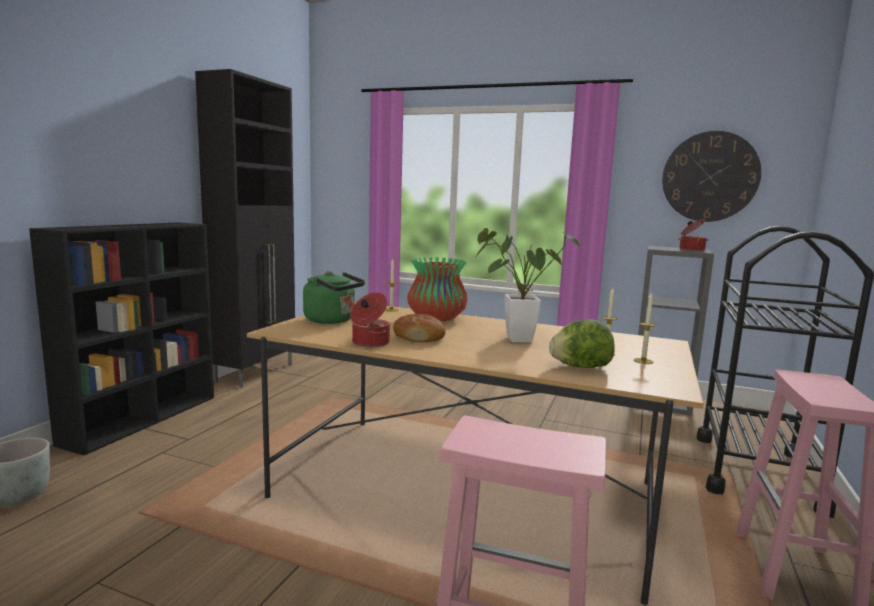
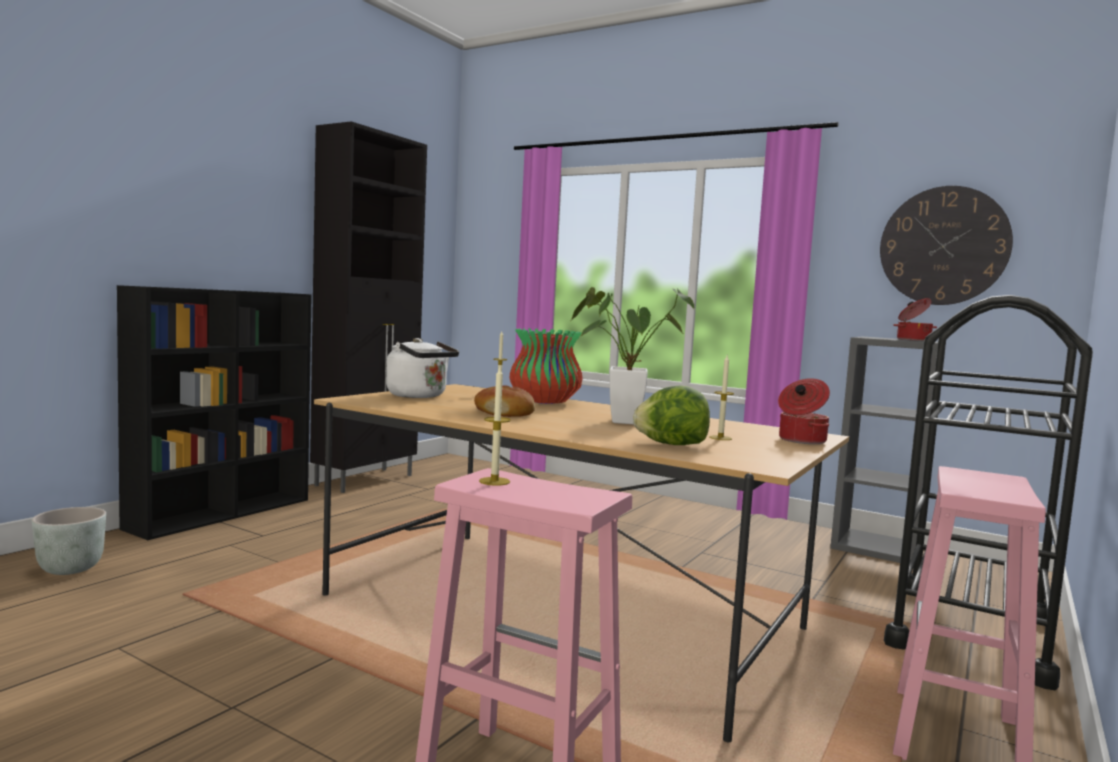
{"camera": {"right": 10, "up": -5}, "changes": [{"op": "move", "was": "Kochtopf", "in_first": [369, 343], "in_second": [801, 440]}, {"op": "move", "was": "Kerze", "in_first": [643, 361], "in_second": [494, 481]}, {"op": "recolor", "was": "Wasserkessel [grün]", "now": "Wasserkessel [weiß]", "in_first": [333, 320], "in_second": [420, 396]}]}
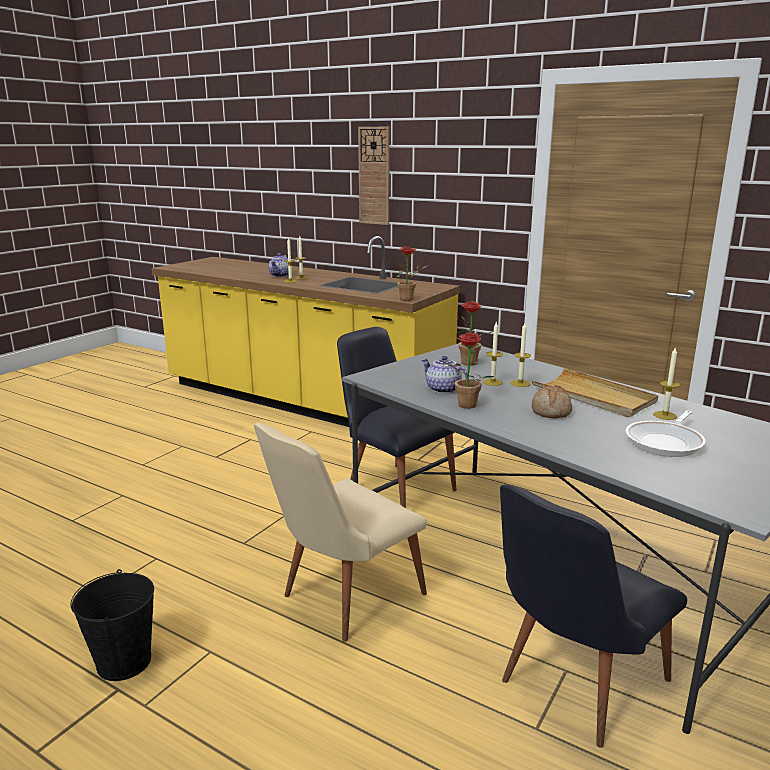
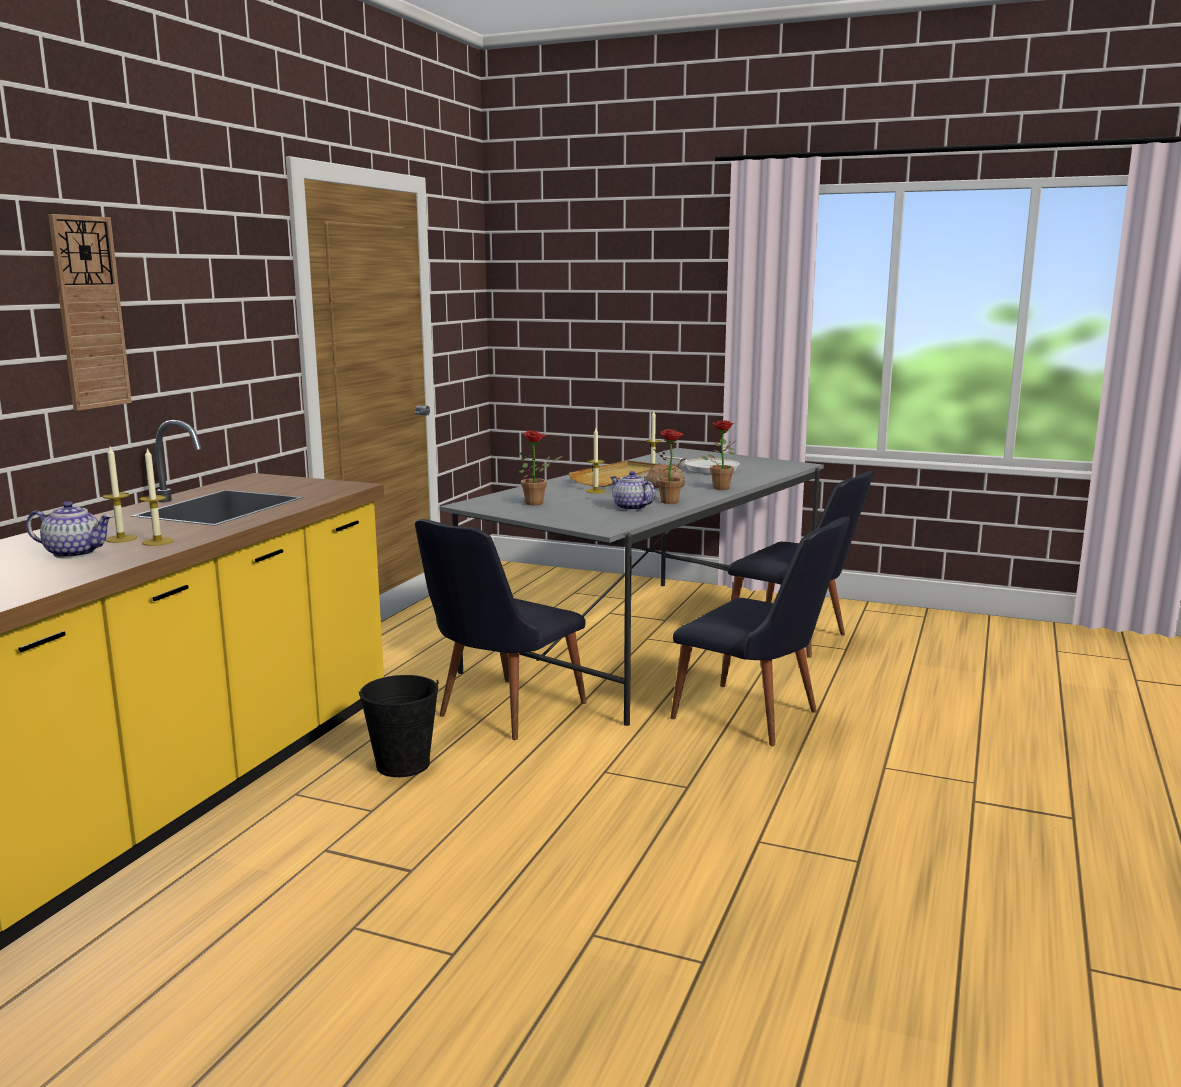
{"camera": {"right": -100, "up": -5}, "changes": [{"op": "delete", "was": "Kerze", "in_first": [492, 382]}, {"op": "move", "was": "Eimer [schwarz]", "in_first": [124, 661], "in_second": [402, 764]}, {"op": "move", "was": "Topfpflanze", "in_first": [409, 299], "in_second": [719, 487]}, {"op": "recolor", "was": "Stuhl [beige]", "now": "Stuhl [schwarz]", "in_first": [341, 599], "in_second": [757, 718]}, {"op": "rotate", "was": "Teekanne", "in_first": [442, 389], "in_second": [630, 508], "clockwise": 105}]}
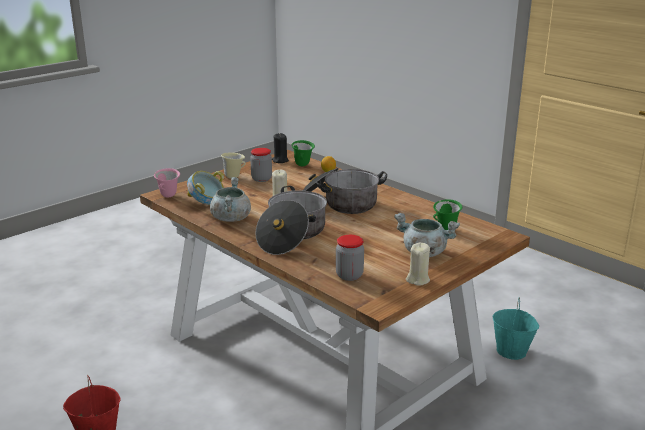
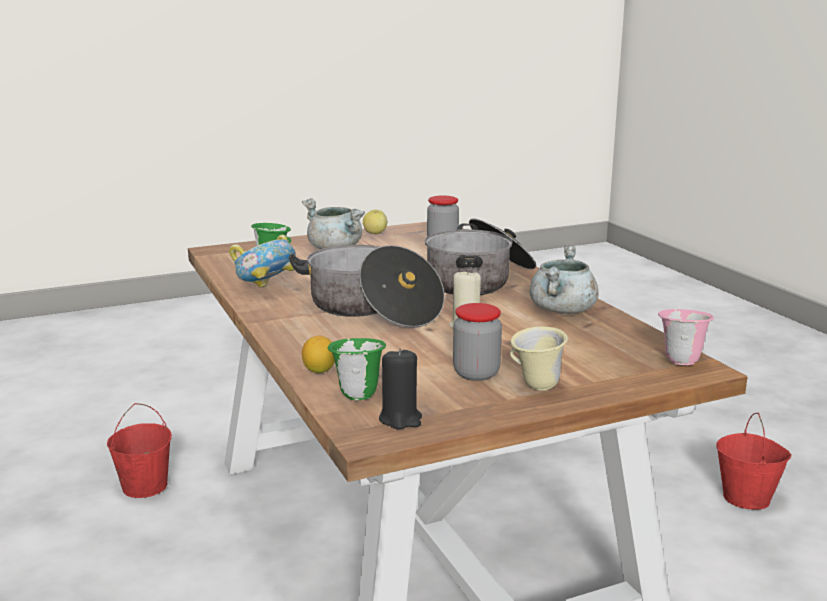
{"camera": {"right": -160, "up": -5}, "changes": [{"op": "move", "was": "Schüssel", "in_first": [207, 204], "in_second": [266, 288]}, {"op": "replace", "was": "Kerze [beige]", "now": "Apfel", "in_first": [418, 280], "in_second": [375, 233]}, {"op": "recolor", "was": "Eimer [türkis]", "now": "Eimer [rot]", "in_first": [512, 351], "in_second": [144, 486]}]}
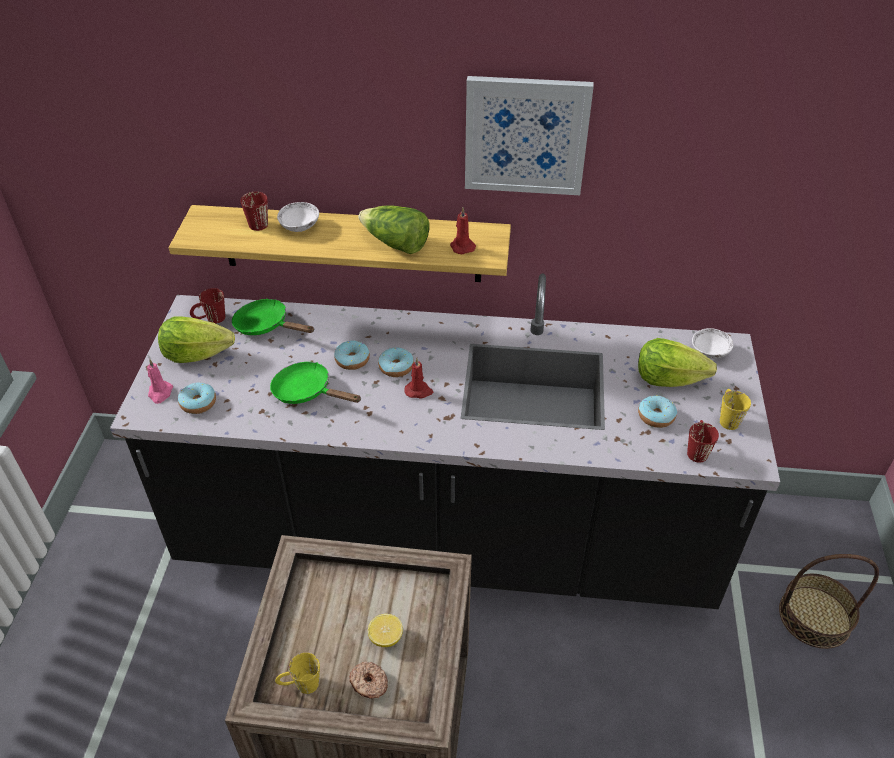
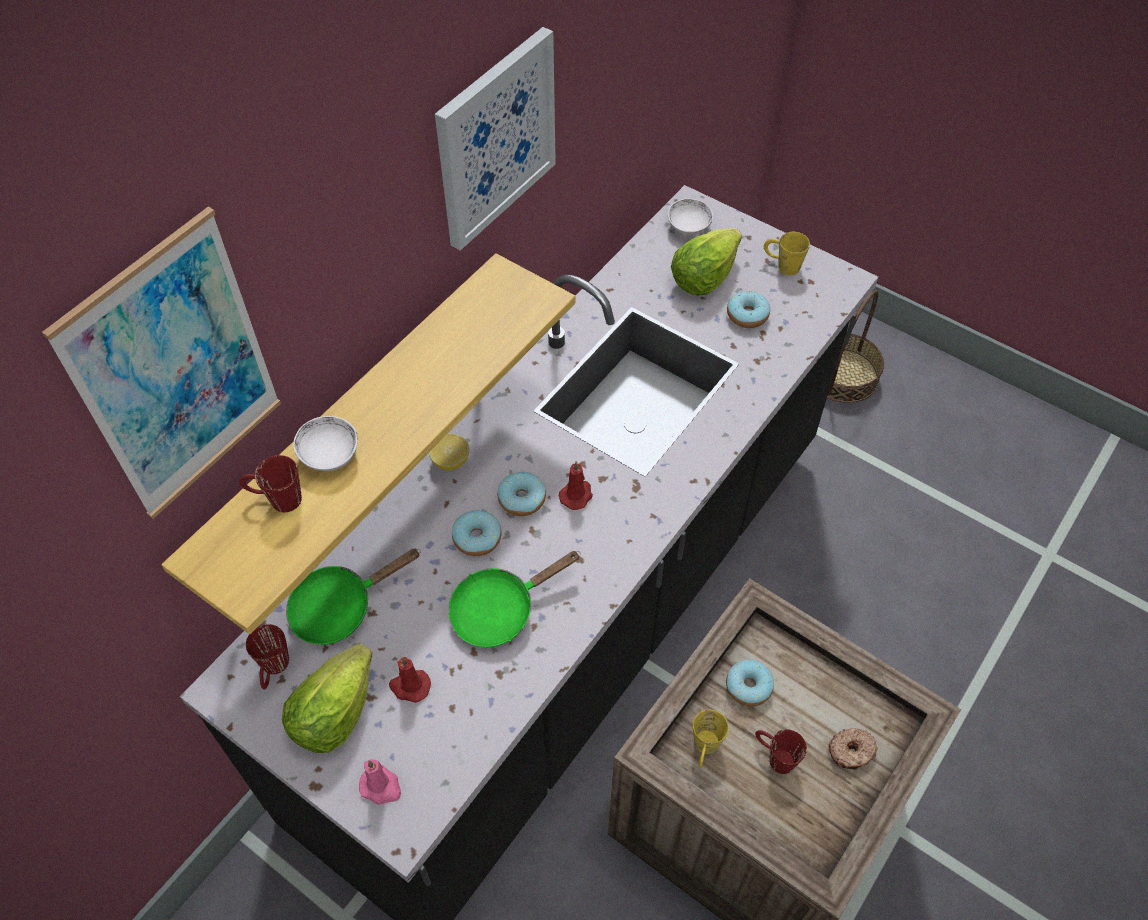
{"camera": {"right": -60, "up": 10}, "changes": [{"op": "delete", "was": "Salatkopf", "in_first": [396, 244]}, {"op": "insert", "now": "Bild", "in_second": [176, 371]}, {"op": "move", "was": "Donut", "in_first": [198, 403], "in_second": [748, 687]}, {"op": "move", "was": "Henkelbecher [gelb]", "in_first": [300, 685], "in_second": [704, 750]}, {"op": "move", "was": "Zitrone", "in_first": [386, 637], "in_second": [450, 460]}, {"op": "move", "was": "Kerze [rot]", "in_first": [461, 246], "in_second": [409, 686]}, {"op": "move", "was": "Henkelbecher [rot]", "in_first": [696, 449], "in_second": [774, 756]}]}
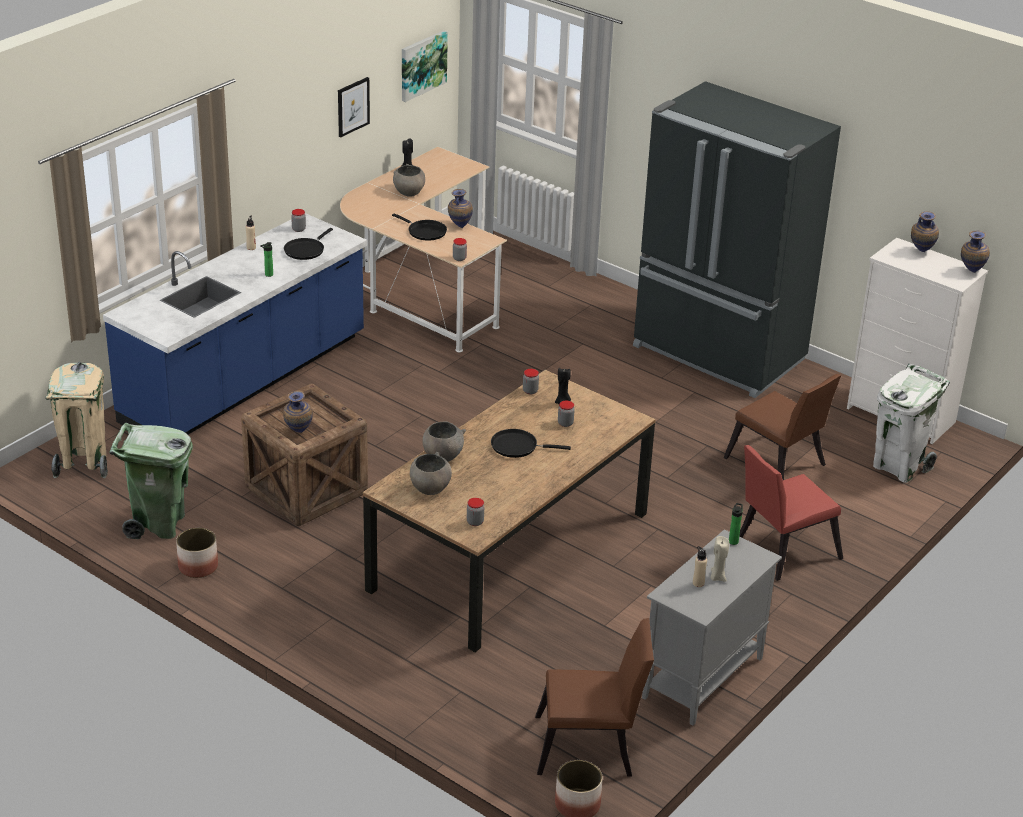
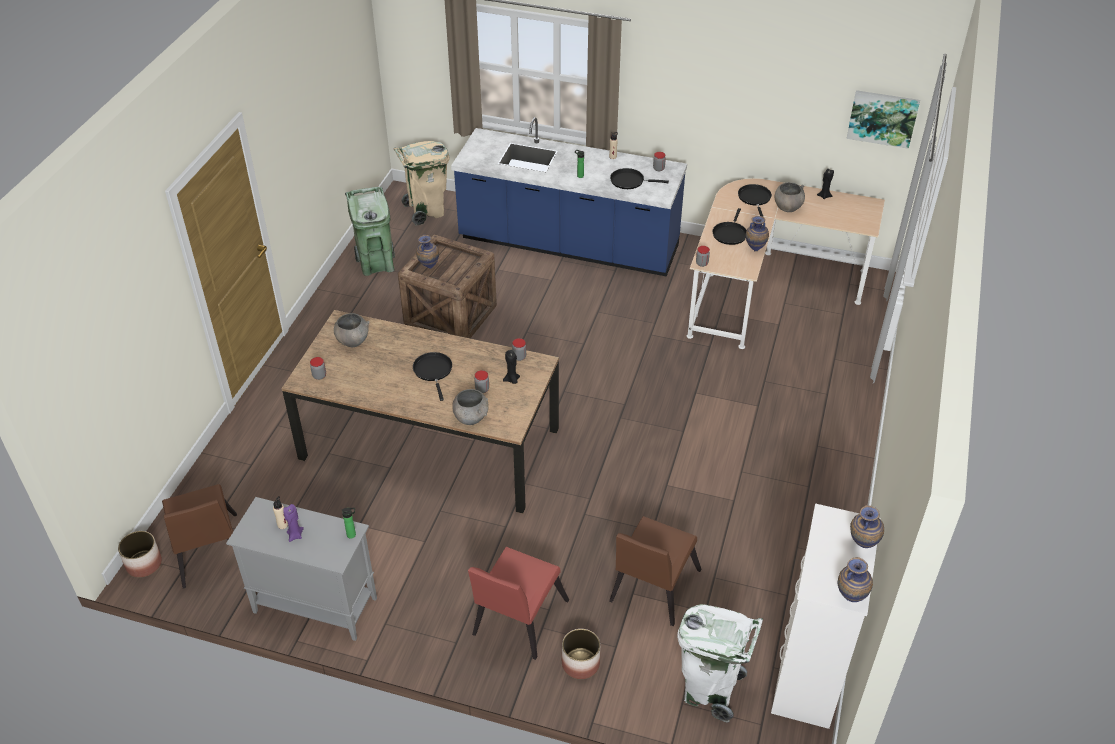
{"camera": {"right": 70, "up": 10}, "changes": [{"op": "delete", "was": "Bild", "in_first": [353, 106]}, {"op": "delete", "was": "Kühlschrank [schwarz]", "in_first": [717, 354]}, {"op": "insert", "now": "Pfanne [schwarz]", "in_second": [755, 199]}, {"op": "move", "was": "Pflanzkübel", "in_first": [198, 566], "in_second": [580, 663]}, {"op": "move", "was": "Schüssel [grau]", "in_first": [442, 456], "in_second": [471, 418]}, {"op": "recolor", "was": "Kerze [beige]", "now": "Kerze [lila]", "in_first": [717, 577], "in_second": [295, 535]}, {"op": "rotate", "was": "Stuhl [rot]", "in_first": [781, 551], "in_second": [516, 621], "clockwise": -105}]}
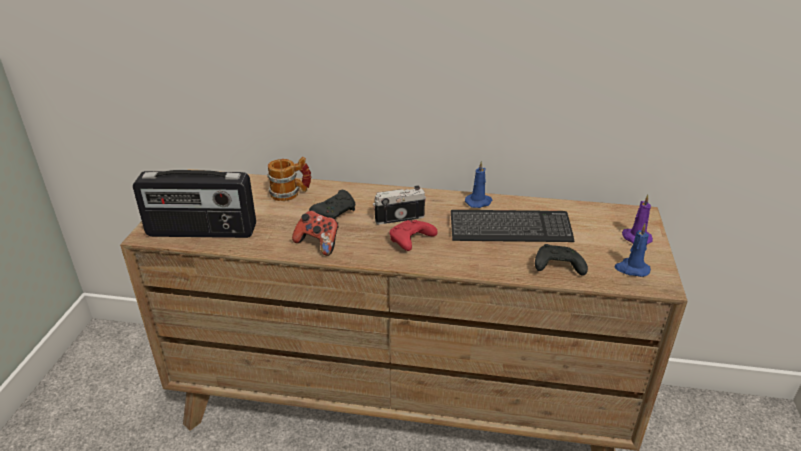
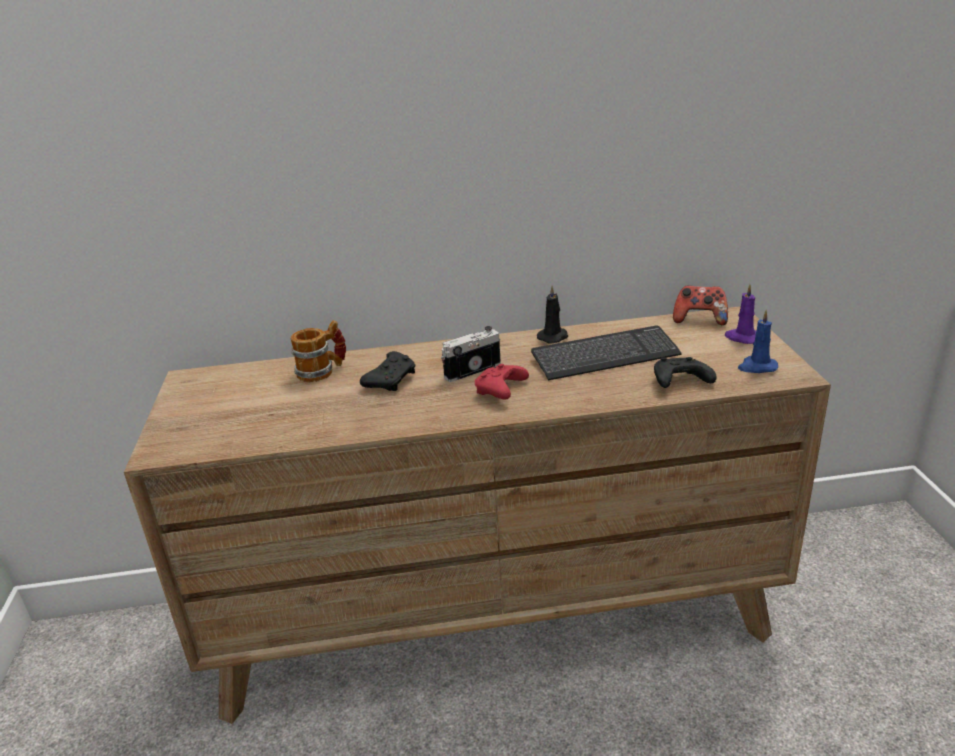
{"camera": {"right": -15, "up": -5}, "changes": [{"op": "delete", "was": "Radio", "in_first": [201, 232]}, {"op": "move", "was": "Gamepad", "in_first": [318, 244], "in_second": [700, 319]}, {"op": "recolor", "was": "Kerze [blau]", "now": "Kerze [schwarz]", "in_first": [479, 202], "in_second": [553, 337]}]}
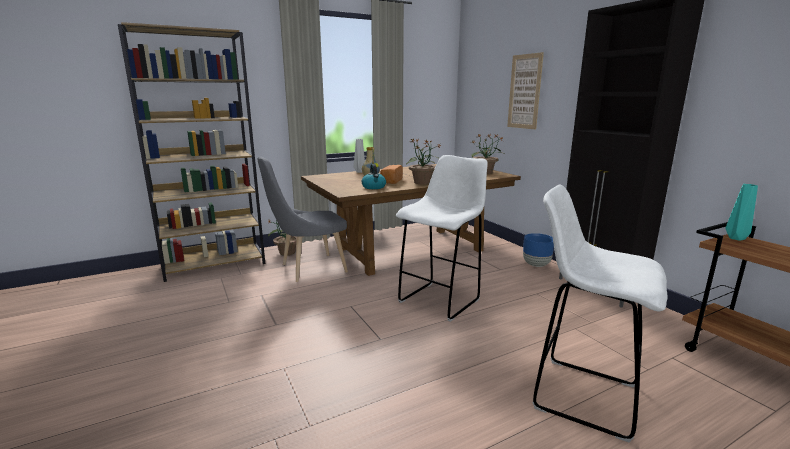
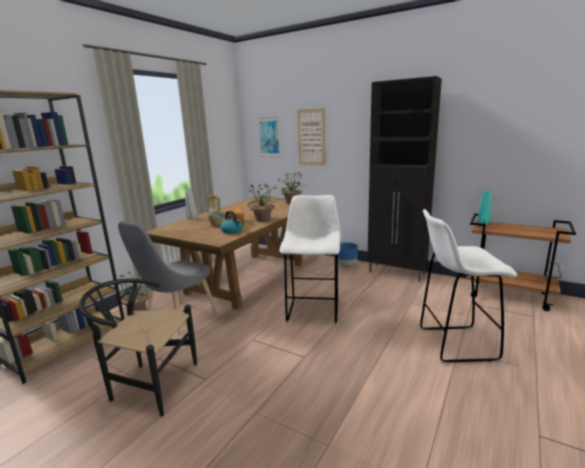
{"camera": {"right": -30, "up": 0}, "changes": [{"op": "insert", "now": "Stuhl [schwarz]", "in_second": [147, 384]}, {"op": "insert", "now": "Bild", "in_second": [269, 137]}]}
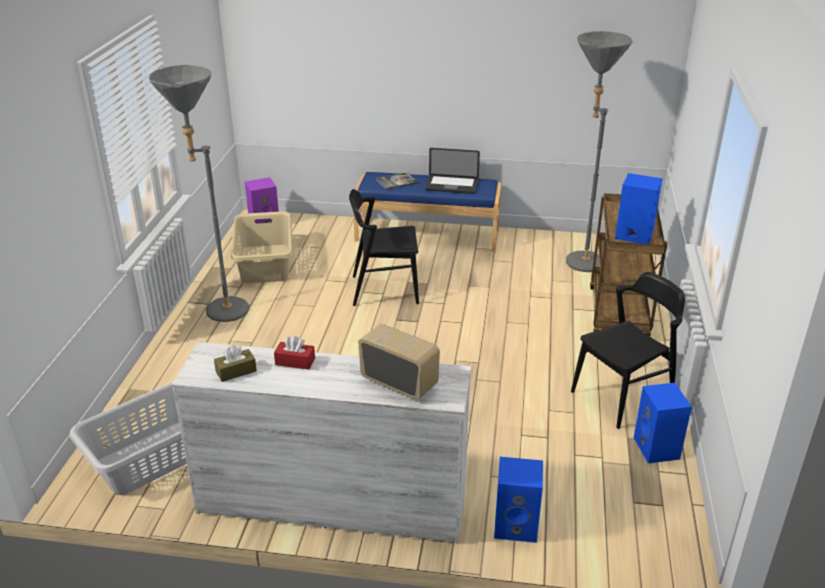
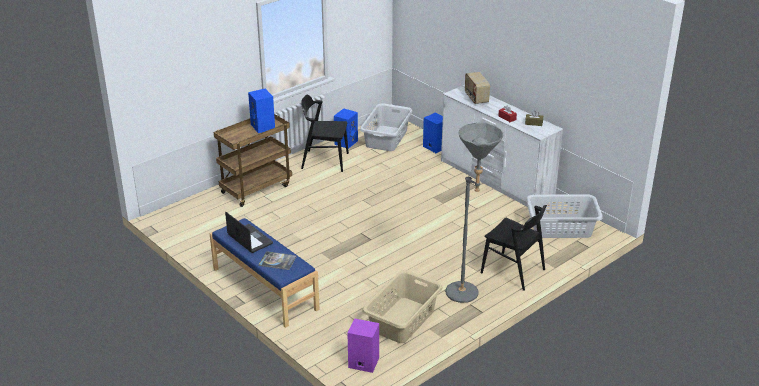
{"camera": {"right": -140, "up": 0}, "changes": [{"op": "delete", "was": "Stehlampe [grau]", "in_first": [580, 258]}, {"op": "insert", "now": "Wäschekorb [grau]", "in_second": [387, 138]}, {"op": "move", "was": "Stuhl [schwarz]", "in_first": [384, 289], "in_second": [513, 271]}]}
